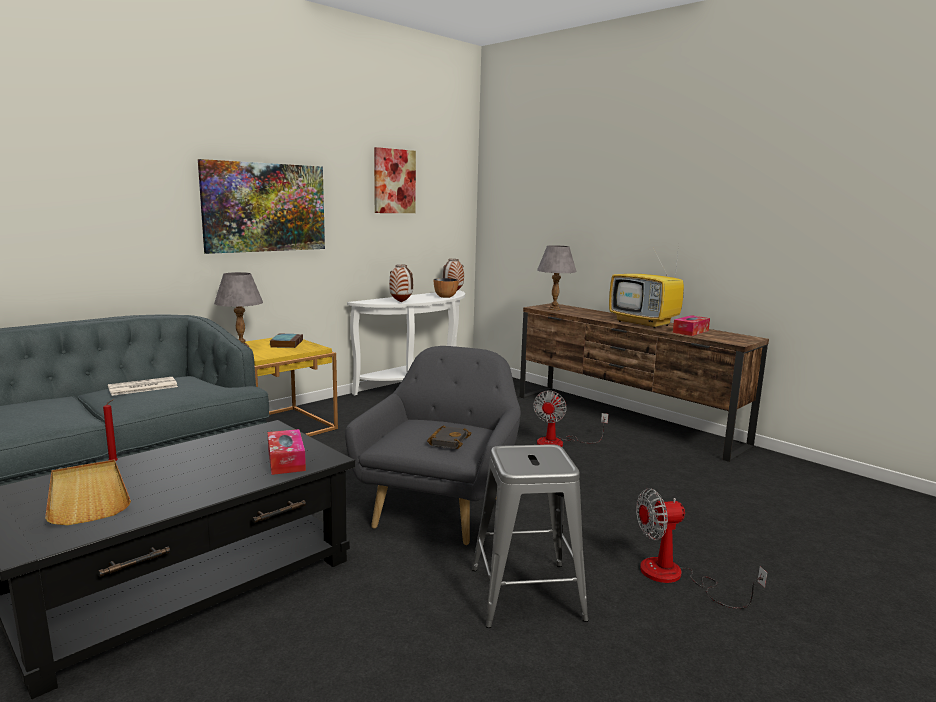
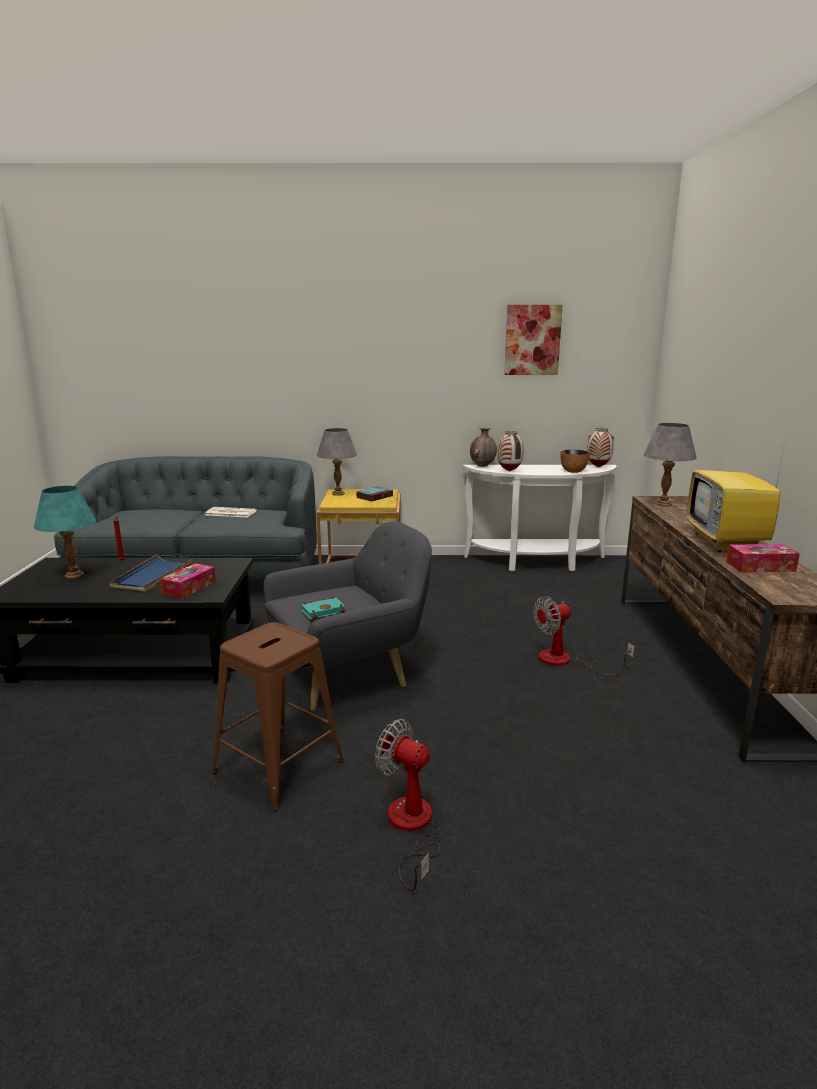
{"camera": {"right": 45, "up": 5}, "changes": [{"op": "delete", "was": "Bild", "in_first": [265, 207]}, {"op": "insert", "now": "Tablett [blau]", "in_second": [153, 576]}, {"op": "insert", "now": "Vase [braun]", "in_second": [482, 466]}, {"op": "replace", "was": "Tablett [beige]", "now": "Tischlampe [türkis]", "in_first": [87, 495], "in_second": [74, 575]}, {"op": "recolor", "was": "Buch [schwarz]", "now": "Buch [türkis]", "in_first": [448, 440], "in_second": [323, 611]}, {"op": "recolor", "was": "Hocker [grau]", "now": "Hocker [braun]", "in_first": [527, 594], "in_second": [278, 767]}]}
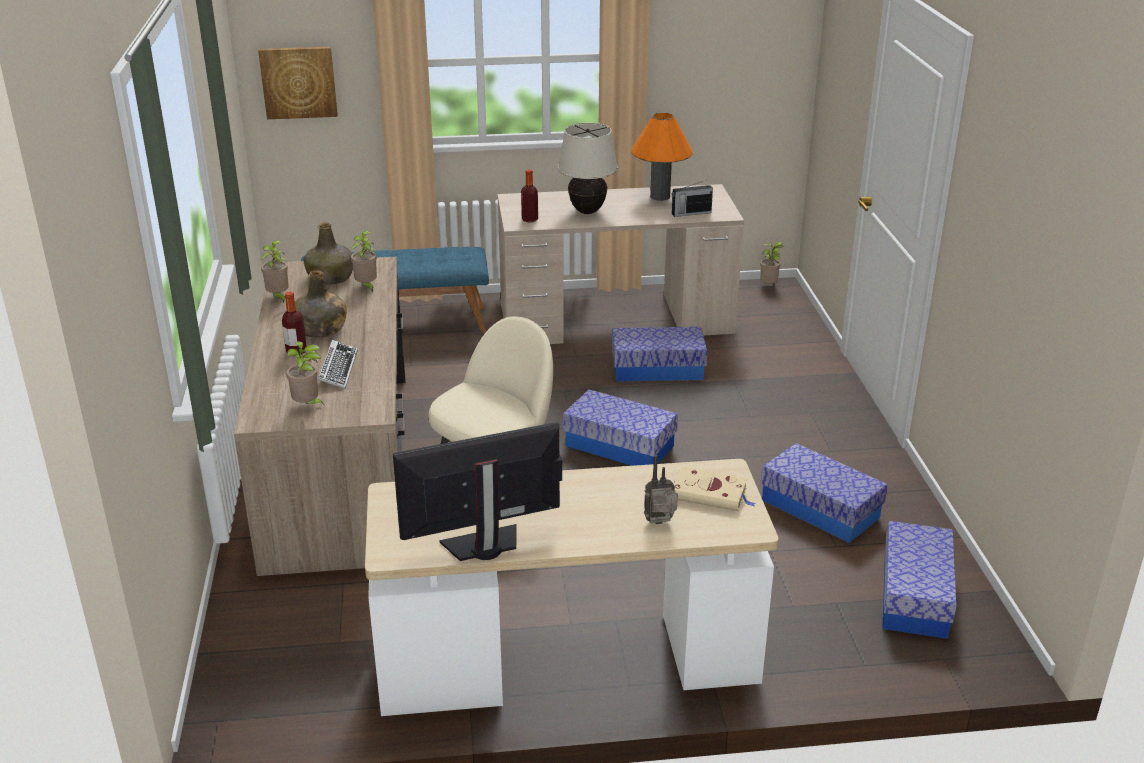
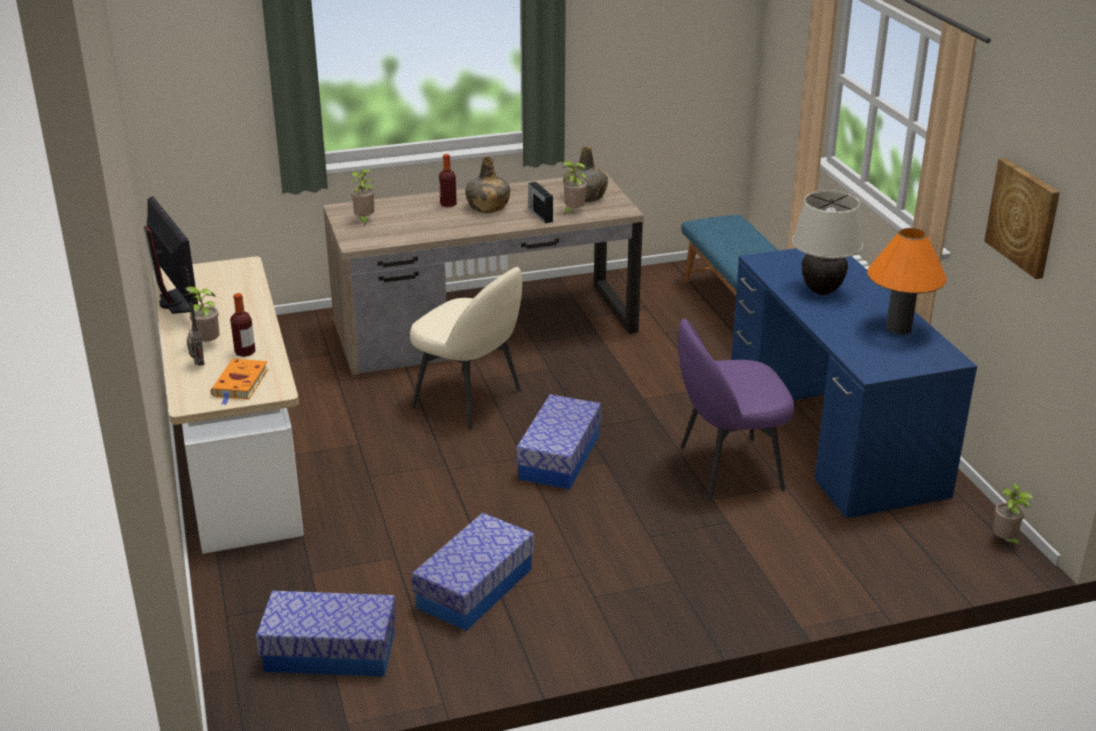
{"camera": {"right": 80, "up": 0}, "changes": [{"op": "delete", "was": "Tastatur", "in_first": [338, 369]}, {"op": "move", "was": "Bild", "in_first": [298, 82], "in_second": [1024, 217]}, {"op": "move", "was": "Topfpflanze", "in_first": [278, 297], "in_second": [206, 345]}, {"op": "move", "was": "Flasche", "in_first": [529, 219], "in_second": [245, 352]}, {"op": "move", "was": "Radio", "in_first": [690, 213], "in_second": [540, 214]}, {"op": "replace", "was": "Aufbewahrungsbox", "now": "Stuhl [lila]", "in_first": [657, 369], "in_second": [727, 468]}, {"op": "recolor", "was": "Schreibtisch [beige]", "now": "Schreibtisch [blau]", "in_first": [616, 318], "in_second": [832, 433]}, {"op": "recolor", "was": "Buch [beige]", "now": "Buch [orange]", "in_first": [711, 494], "in_second": [240, 384]}]}
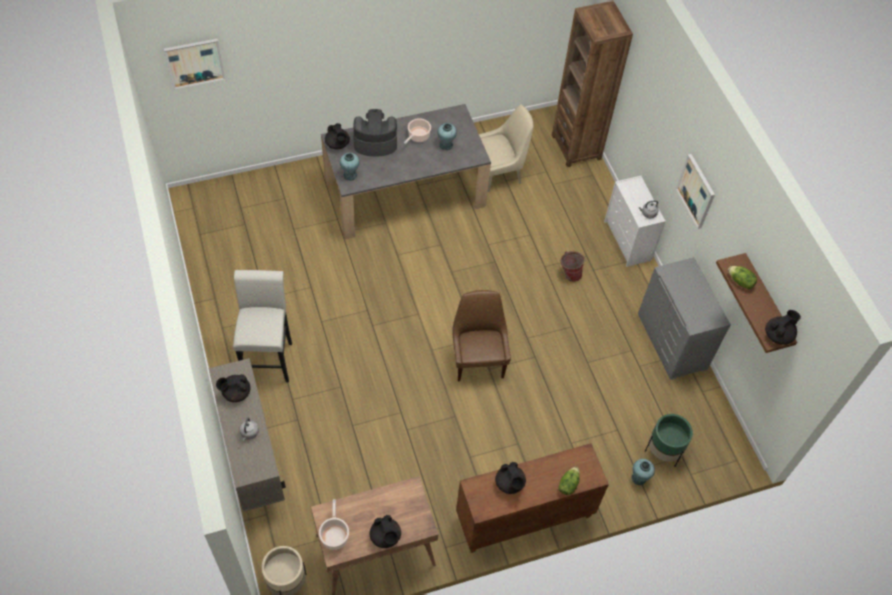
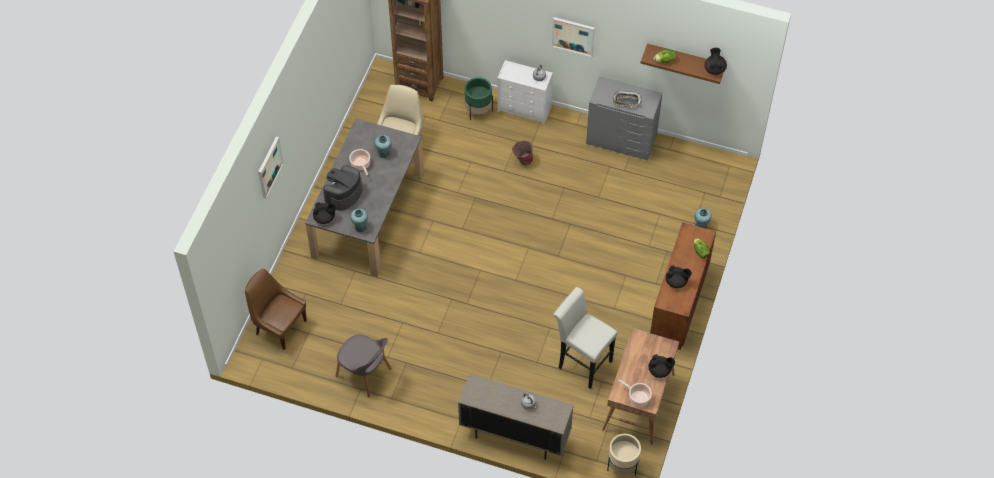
{"camera": {"right": -50, "up": 0}, "changes": [{"op": "delete", "was": "Teekanne [schwarz]", "in_first": [236, 393]}, {"op": "insert", "now": "Stuhl [grau]", "in_second": [365, 374]}, {"op": "insert", "now": "Tablett", "in_second": [626, 101]}, {"op": "move", "was": "Bild", "in_first": [195, 63], "in_second": [269, 167]}, {"op": "move", "was": "Hocker [weiß]", "in_first": [268, 357], "in_second": [582, 362]}, {"op": "move", "was": "Stuhl [braun]", "in_first": [478, 360], "in_second": [279, 326]}, {"op": "move", "was": "Pflanzkübel [grün]", "in_first": [663, 451], "in_second": [478, 110]}]}
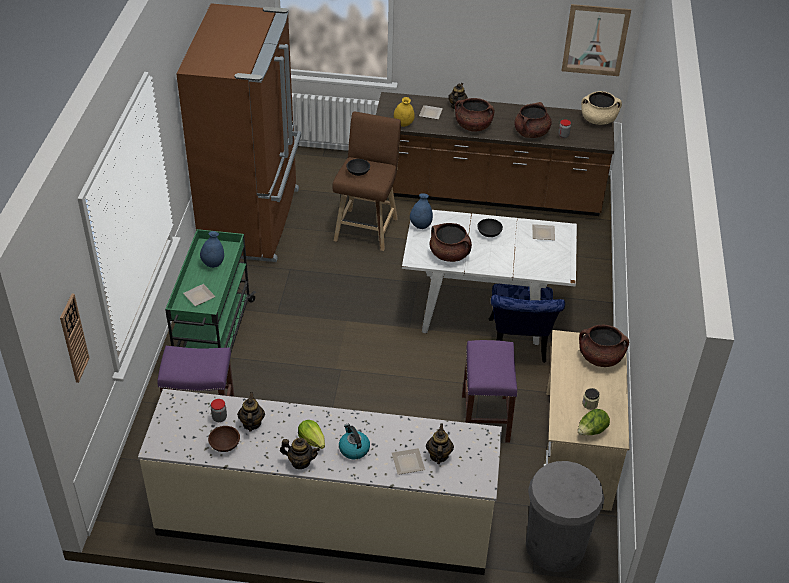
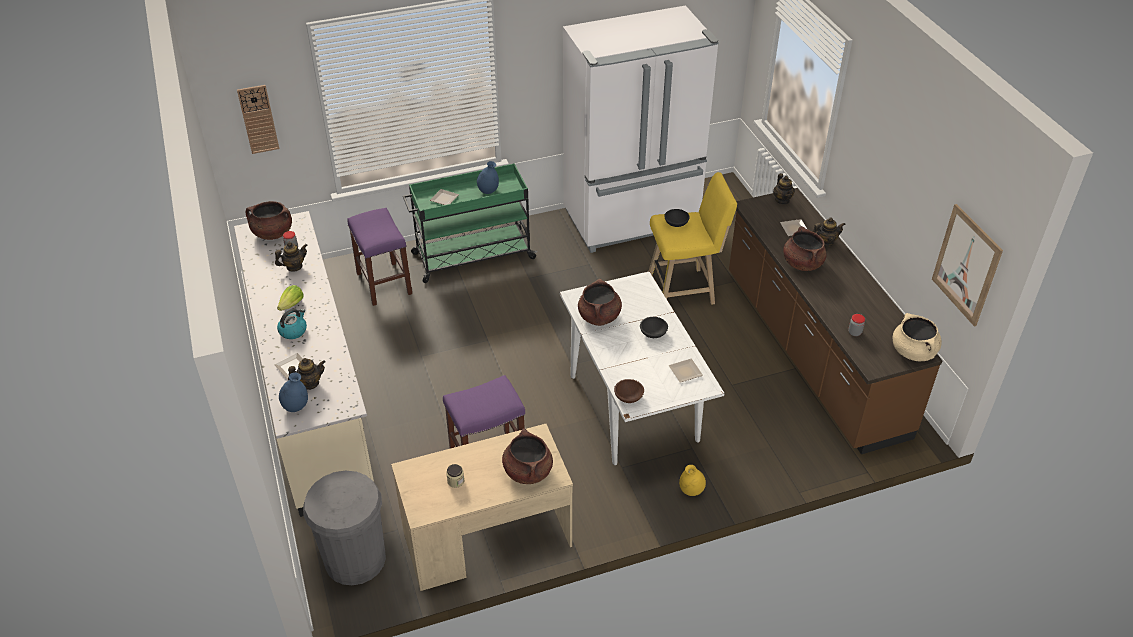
{"camera": {"right": 65, "up": 0}, "changes": [{"op": "delete", "was": "Stuhl [blau]", "in_first": [518, 346]}, {"op": "delete", "was": "Salatkopf", "in_first": [591, 431]}, {"op": "move", "was": "Schüssel [braun]", "in_first": [225, 445], "in_second": [628, 397]}, {"op": "move", "was": "Teekanne", "in_first": [300, 462], "in_second": [782, 200]}, {"op": "move", "was": "Vase [gelb]", "in_first": [403, 124], "in_second": [691, 491]}, {"op": "move", "was": "Vase [blau]", "in_first": [420, 225], "in_second": [296, 406]}, {"op": "move", "was": "Kochtopf [braun]", "in_first": [531, 133], "in_second": [272, 233]}, {"op": "recolor", "was": "Kühlschrank [braun]", "now": "Kühlschrank [weiß]", "in_first": [253, 220], "in_second": [632, 220]}, {"op": "recolor", "was": "Hocker [braun]", "now": "Hocker [gelb]", "in_first": [367, 227], "in_second": [685, 289]}]}
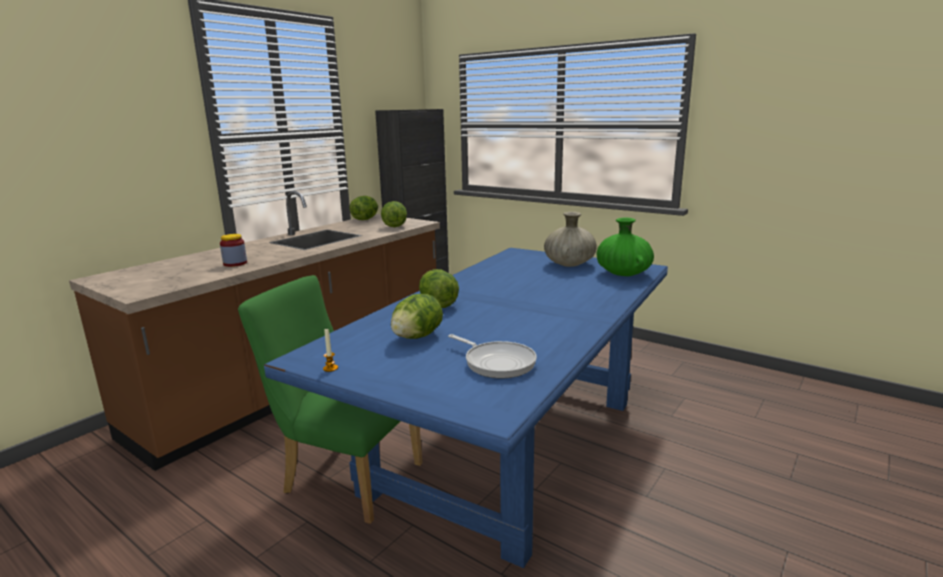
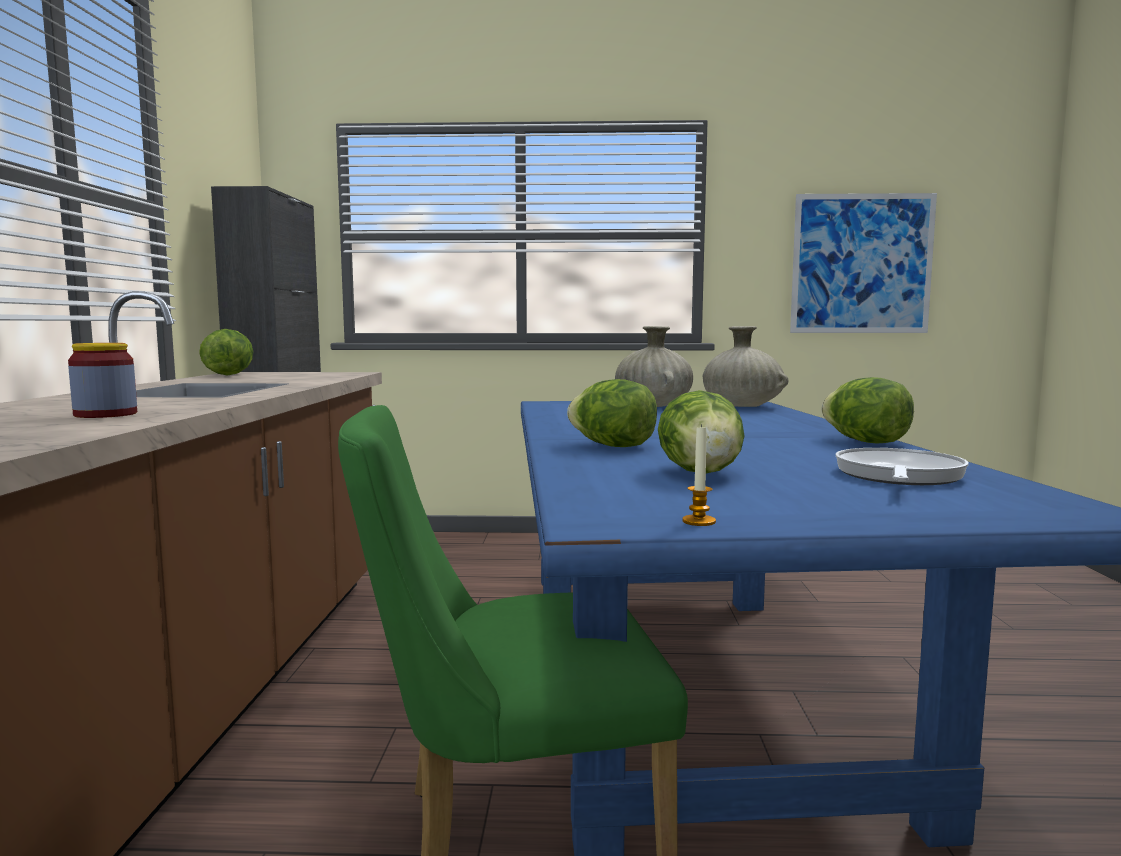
{"camera": {"right": -35, "up": -10}, "changes": [{"op": "insert", "now": "Bild", "in_second": [861, 264]}, {"op": "move", "was": "Salatkopf", "in_first": [394, 226], "in_second": [866, 442]}, {"op": "recolor", "was": "Vase [grün]", "now": "Vase [beige]", "in_first": [623, 274], "in_second": [742, 406]}, {"op": "rotate", "was": "Pfanne", "in_first": [497, 362], "in_second": [898, 476], "clockwise": -75}]}
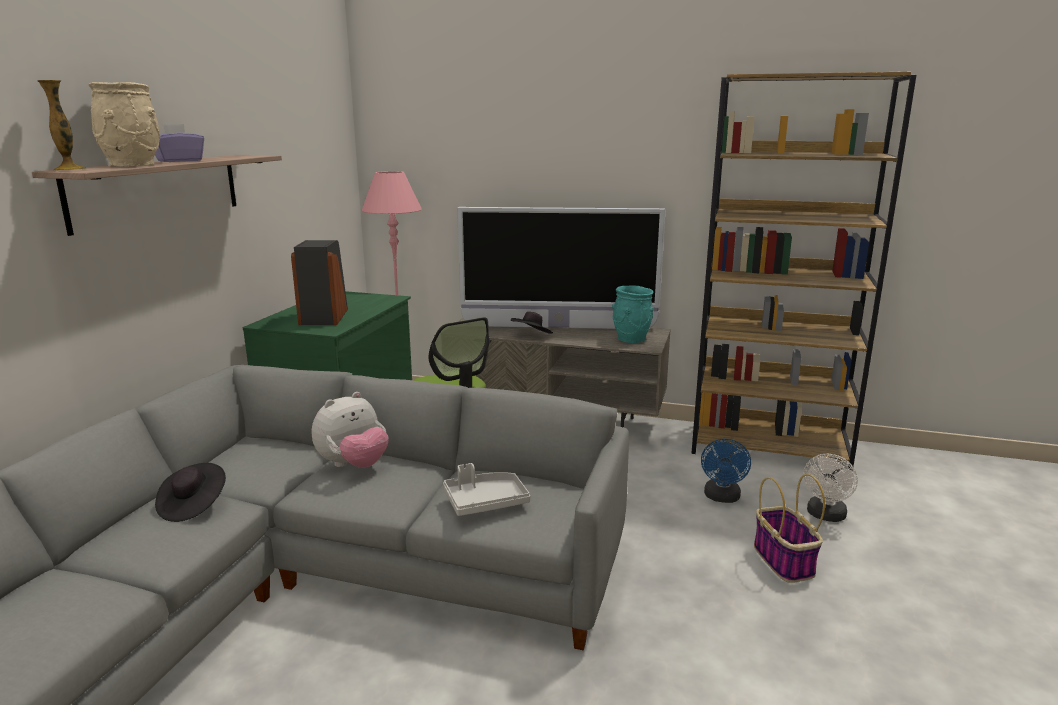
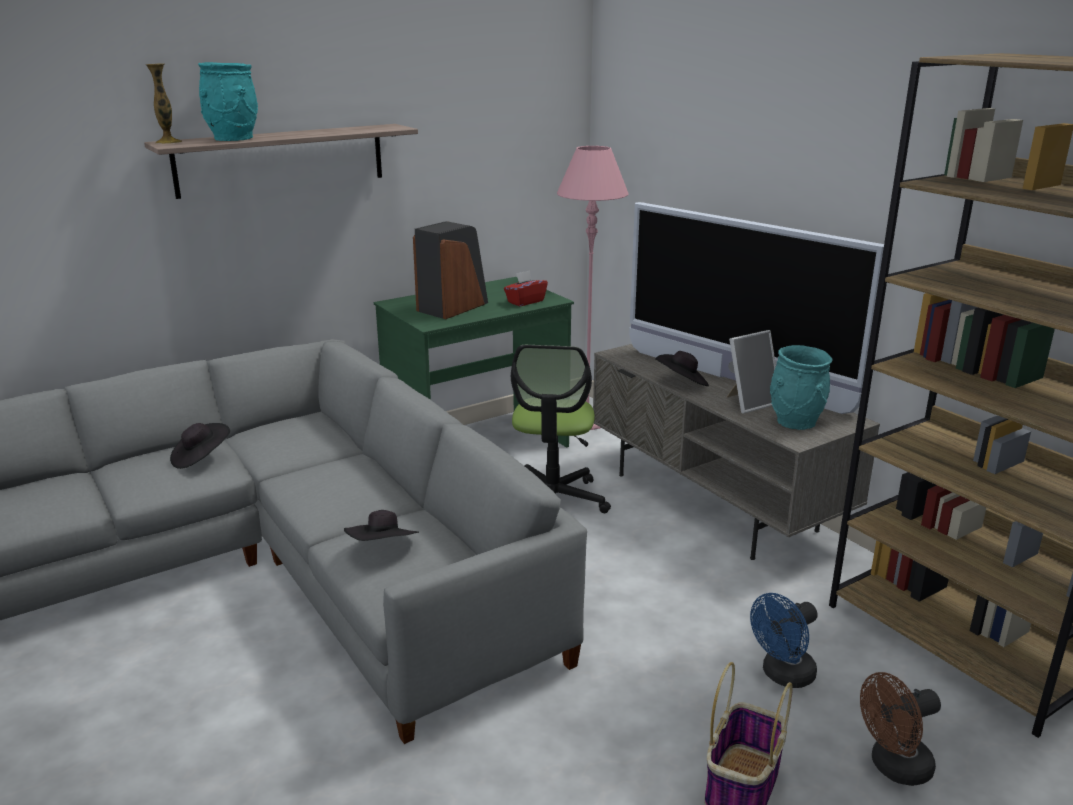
{"camera": {"right": 40, "up": 5}, "changes": [{"op": "delete", "was": "Taschentuchbox [lila]", "in_first": [179, 161]}, {"op": "delete", "was": "Plüschtier", "in_first": [353, 465]}, {"op": "insert", "now": "Taschentuchbox [rot]", "in_second": [525, 301]}, {"op": "insert", "now": "Bilderrahmen", "in_second": [750, 402]}, {"op": "replace", "was": "Tablett [grau]", "now": "Hut [schwarz]", "in_first": [485, 502], "in_second": [383, 549]}, {"op": "recolor", "was": "Vase [beige]", "now": "Vase [türkis]", "in_first": [133, 165], "in_second": [233, 138]}, {"op": "recolor", "was": "Ventilator [weiß]", "now": "Ventilator [braun]", "in_first": [825, 516], "in_second": [893, 767]}]}
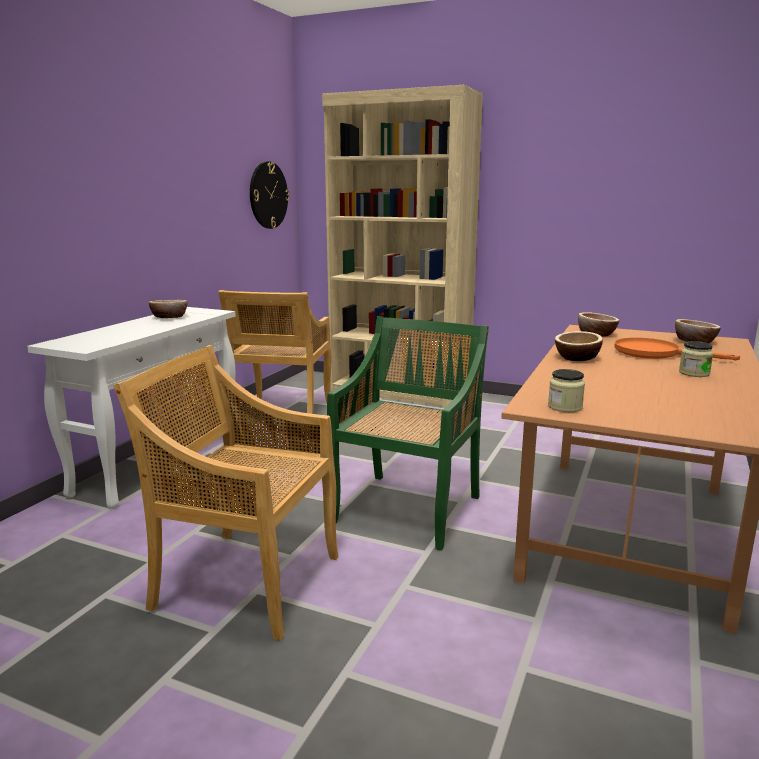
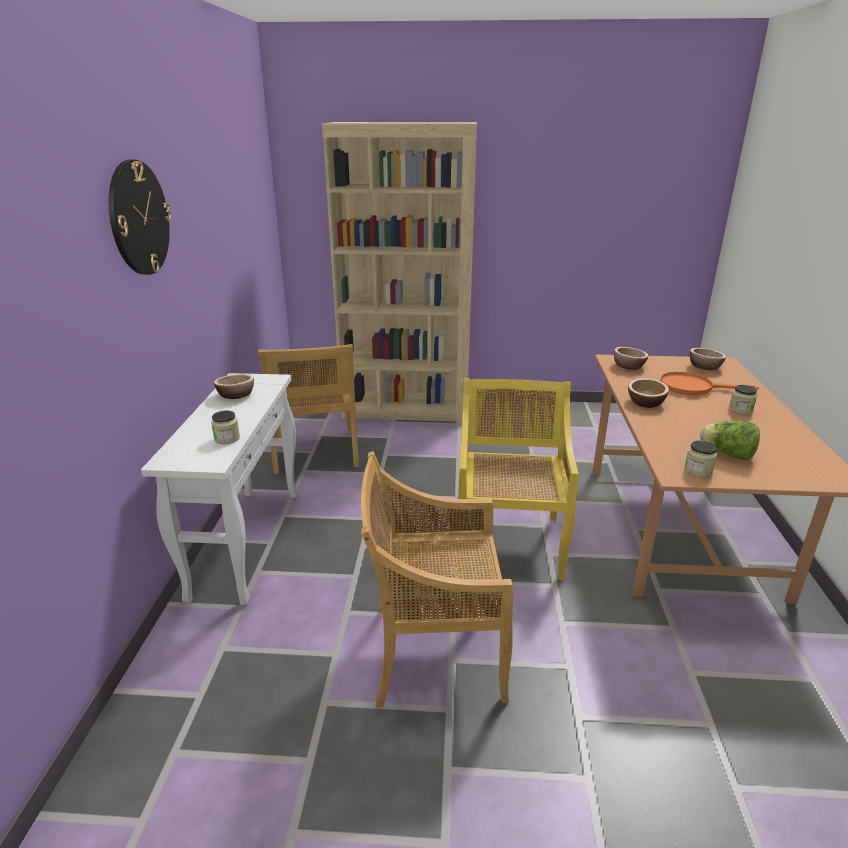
{"camera": {"right": -20, "up": 10}, "changes": [{"op": "insert", "now": "Vorratsglas", "in_second": [227, 438]}, {"op": "insert", "now": "Salatkopf", "in_second": [727, 454]}, {"op": "move", "was": "Wanduhr", "in_first": [268, 195], "in_second": [139, 218]}, {"op": "recolor", "was": "Stuhl [grün]", "now": "Stuhl [gelb]", "in_first": [408, 508], "in_second": [508, 543]}]}
